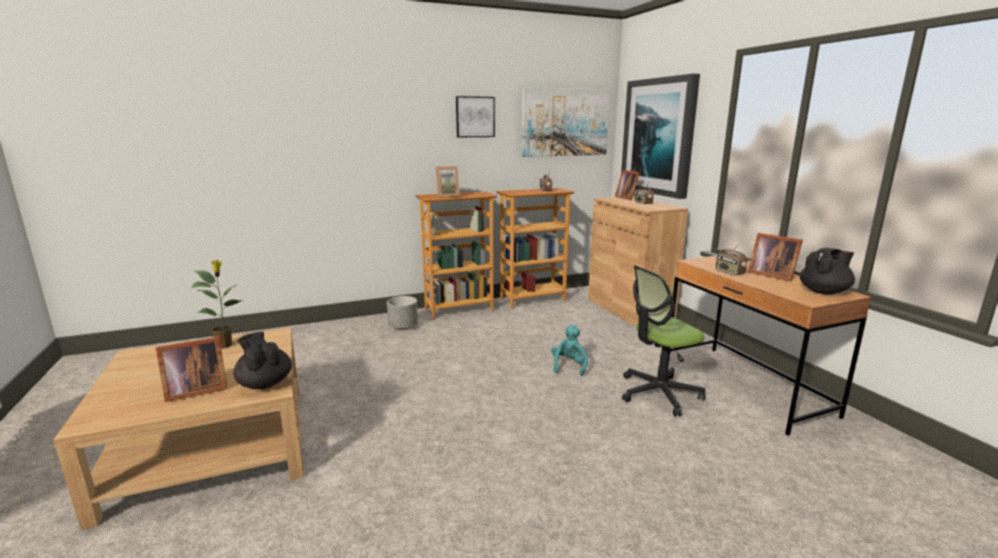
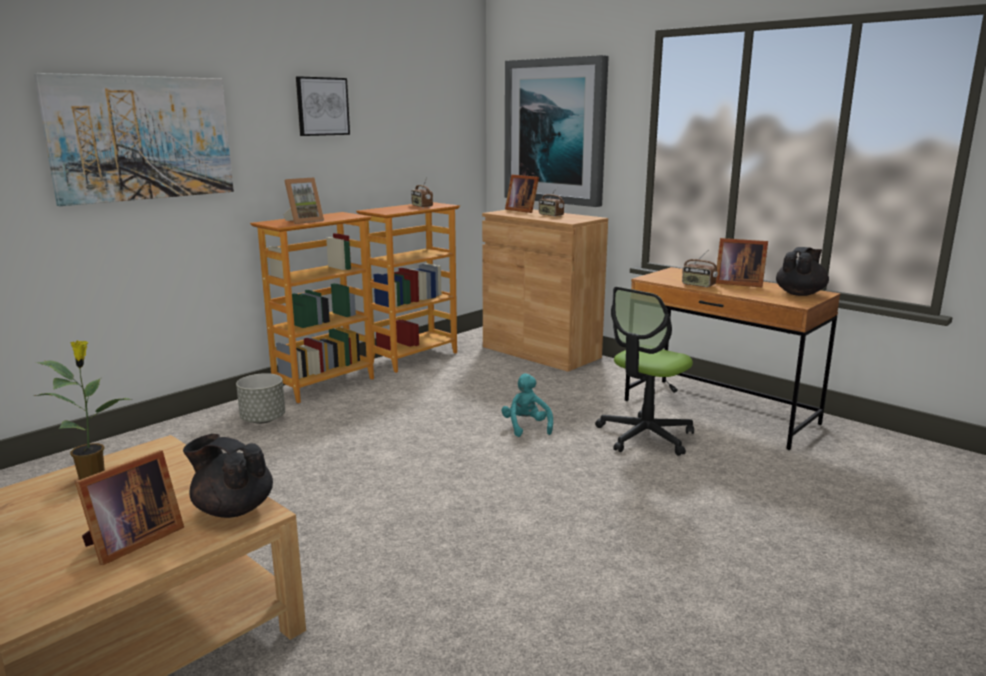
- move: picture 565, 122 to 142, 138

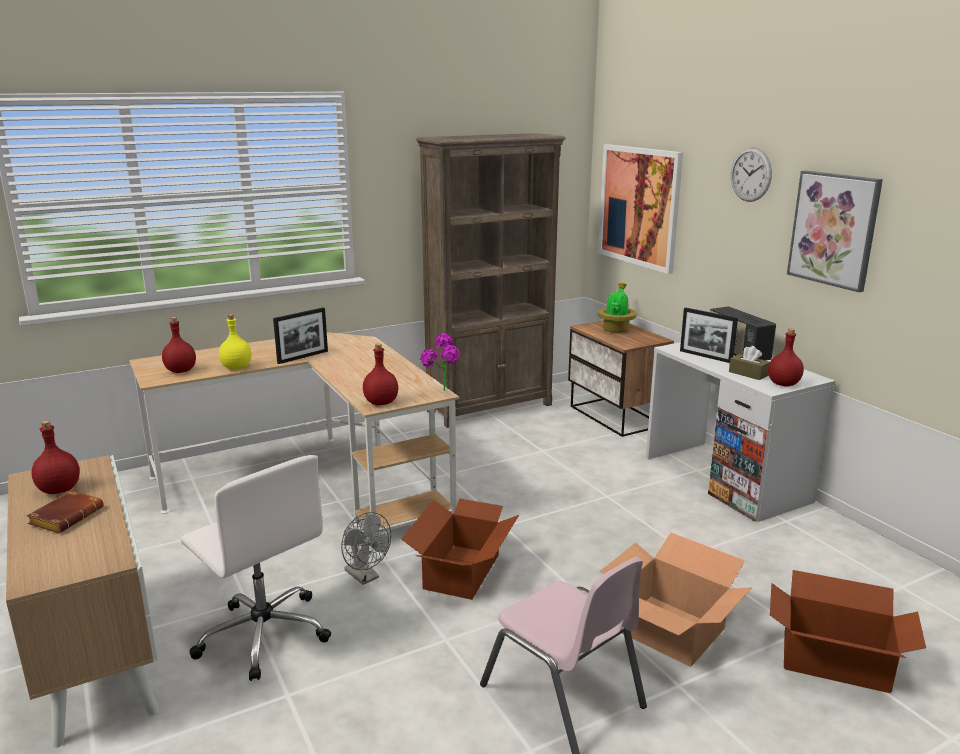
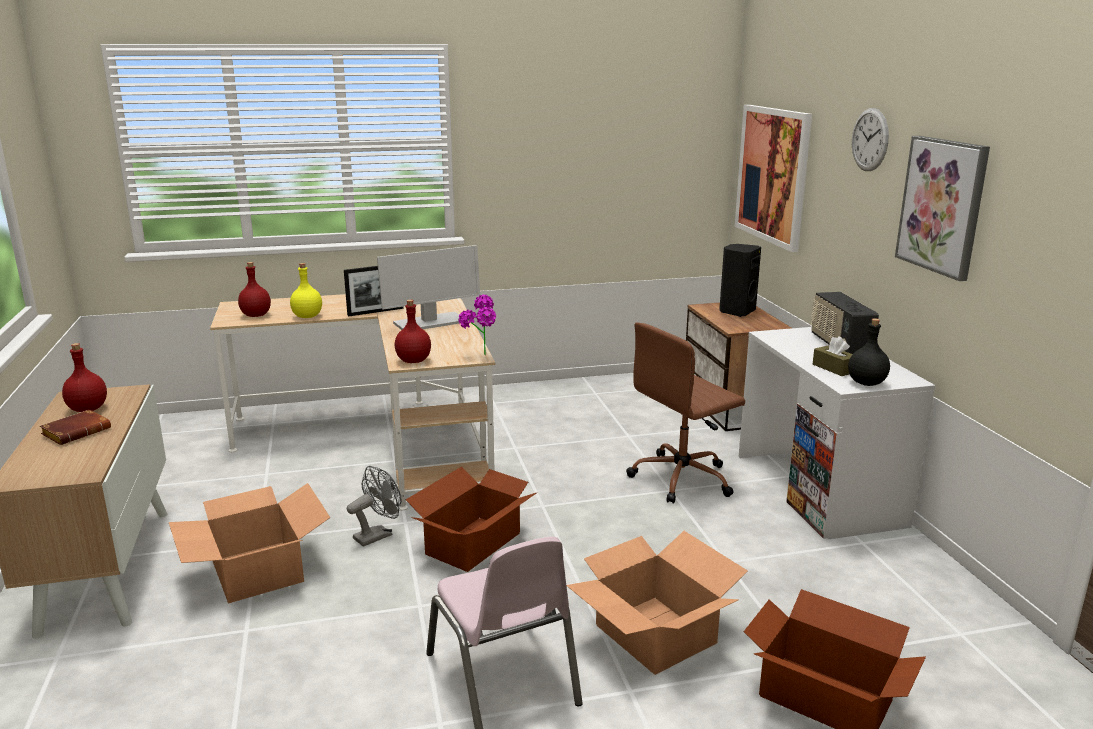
- replace: office chair/white 263, 634 to cardboard box 256, 572
- rotate: fan/grey 365, 577 = 378, 535 105 degrees counterclockwise
- delete: bookcase/brown 490, 408
- replace: potted plant 616, 329 to speaker/black 736, 311
- delete: picture frame 705, 356
- recolor: bottle/red 784, 384 to bottle/black 867, 383
- insert: monitor 429, 323
- insert: office chair/brown 683, 478

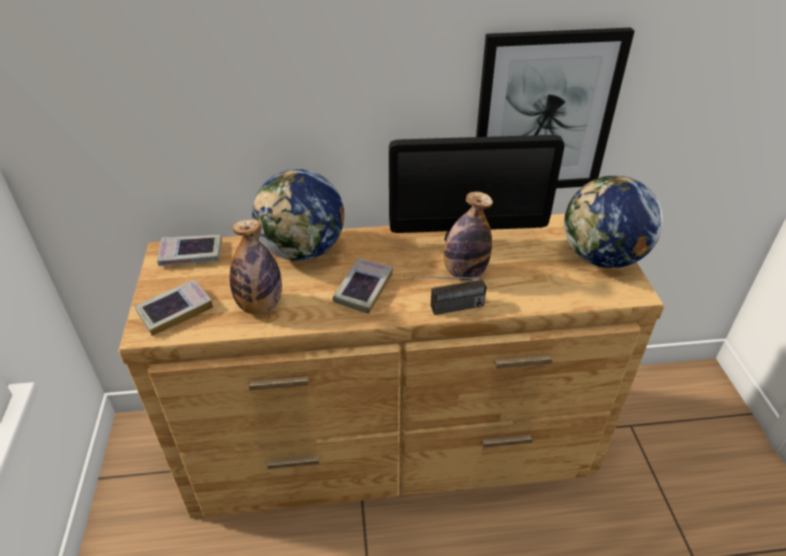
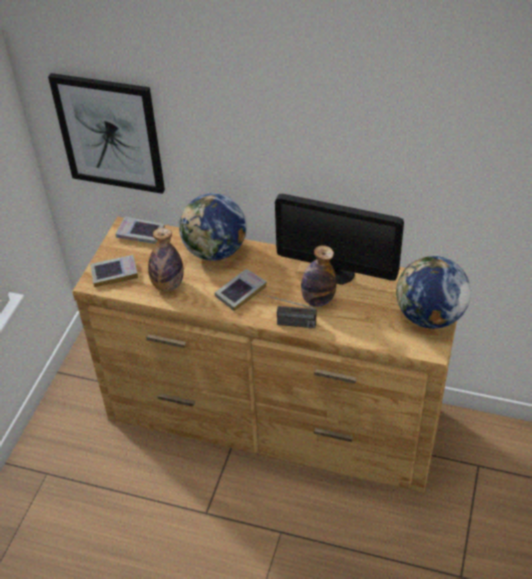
- move: picture 544, 114 to 110, 133

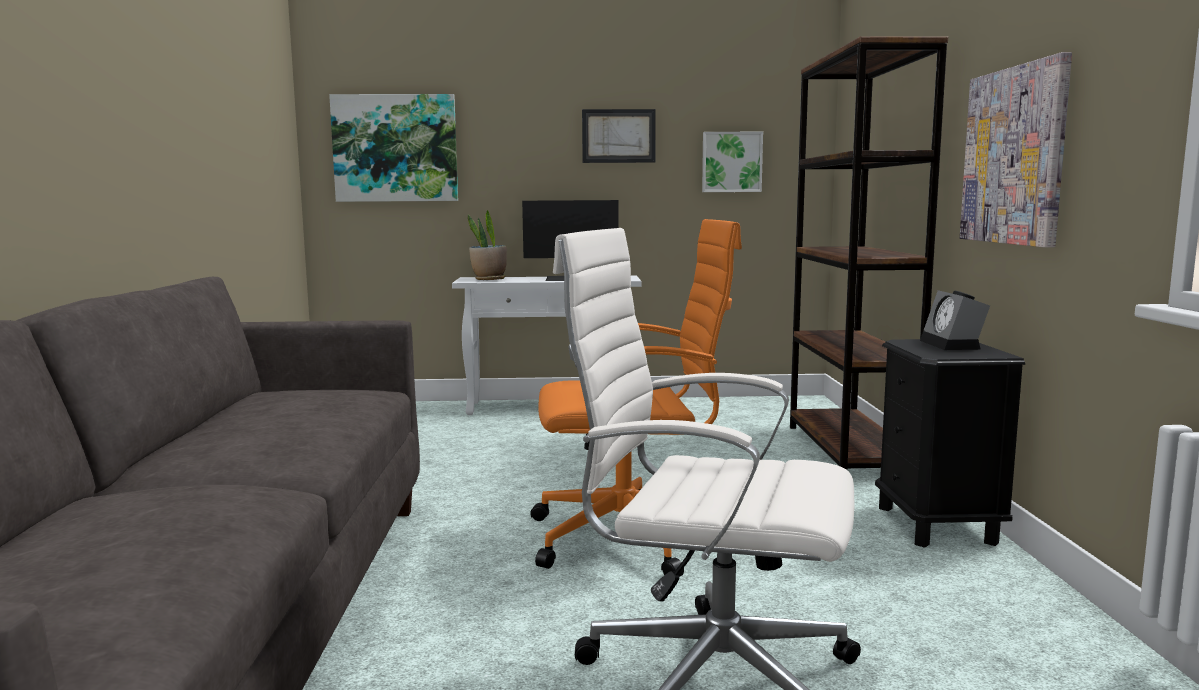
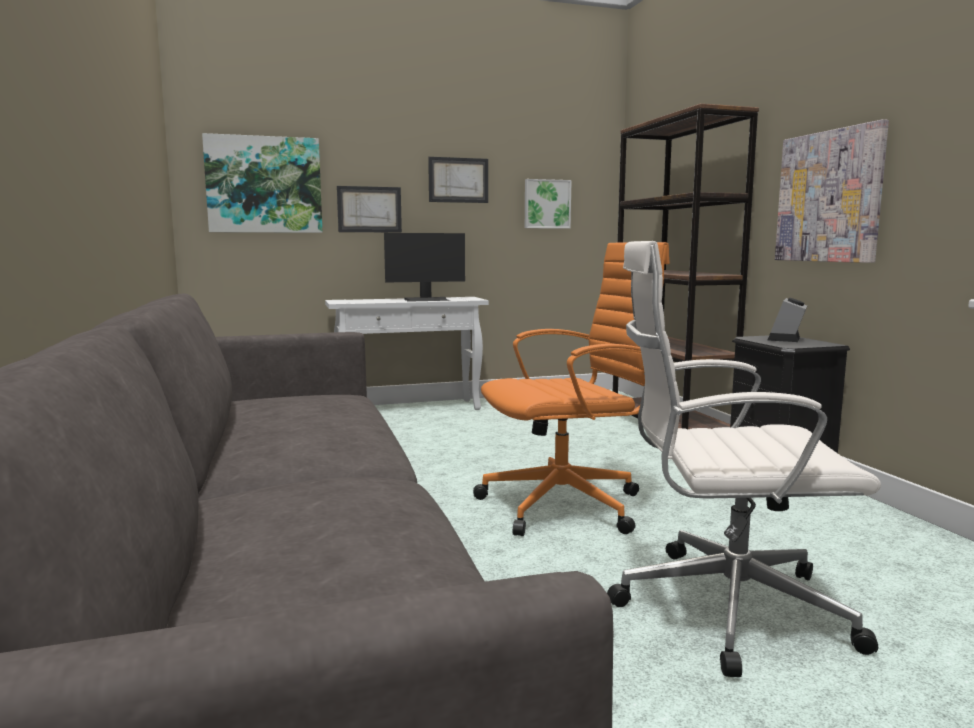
- delete: potted plant 489, 279
- rotate: alarm clock 953, 345 = 786, 339 45 degrees clockwise
- insert: picture 369, 209

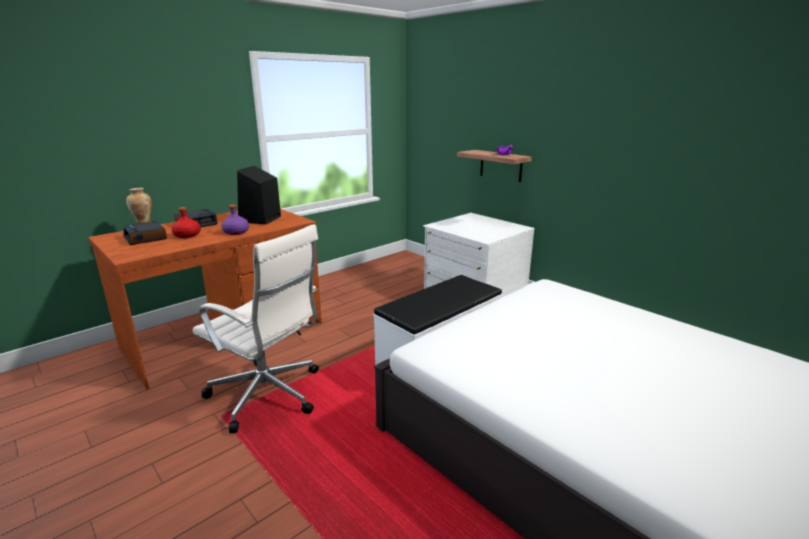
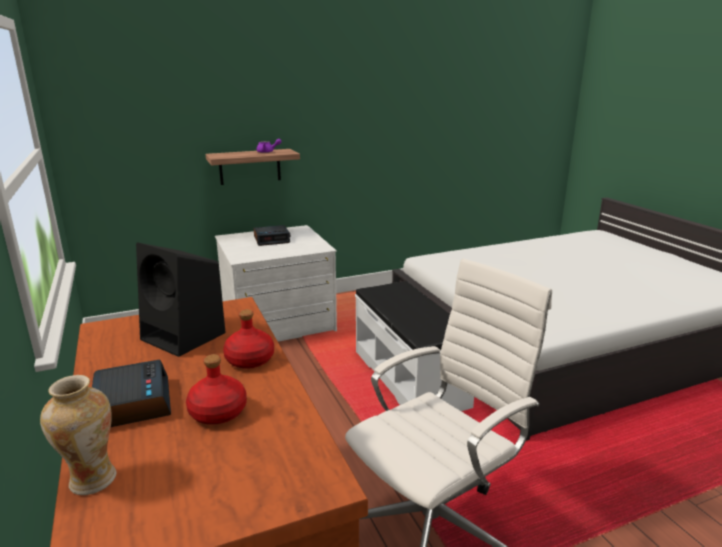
- move: alarm clock 146, 238 to 272, 239
- recolor: bottle/purple 235, 232 to bottle/red 250, 360

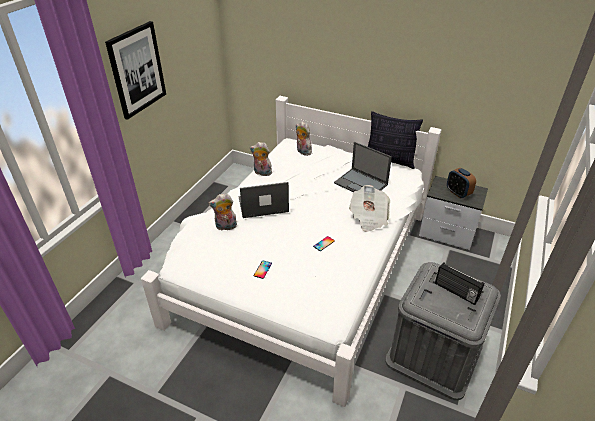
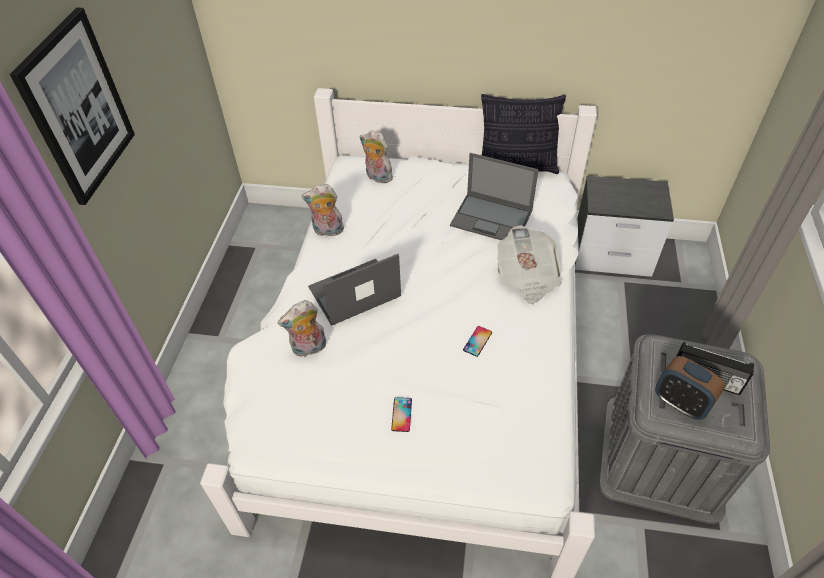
- move: alarm clock 458, 193 to 680, 403

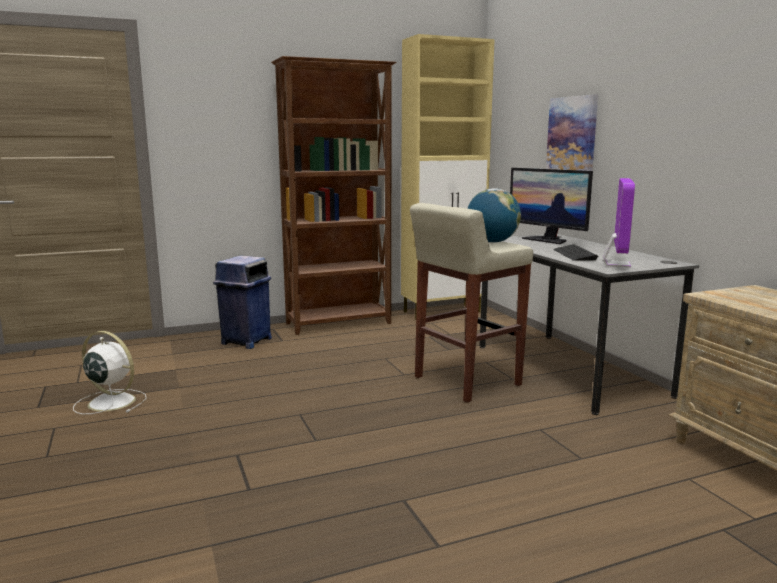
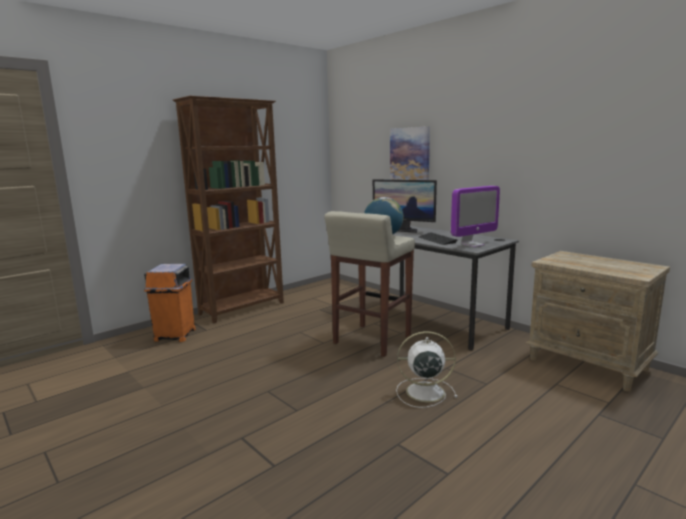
- move: fan/white 110, 402 to 423, 392
- recolor: trash can/blue 246, 341 to trash can/orange 174, 335
- delete: cabinet/beige 443, 312
- rotate: monitor 616, 264 = 472, 245 60 degrees clockwise

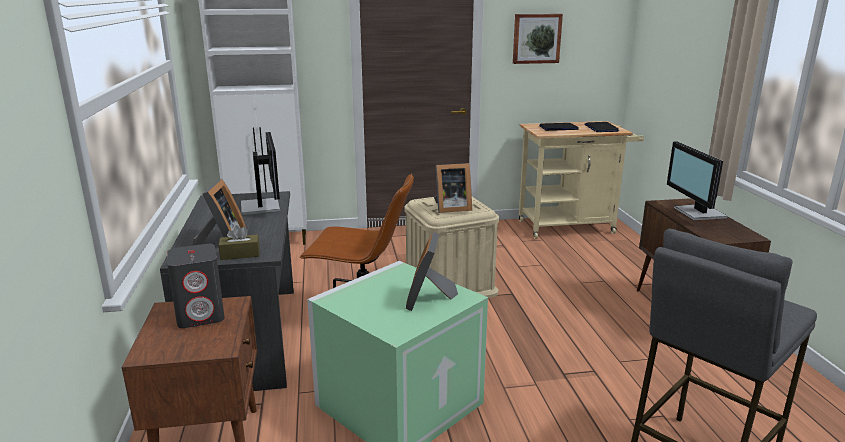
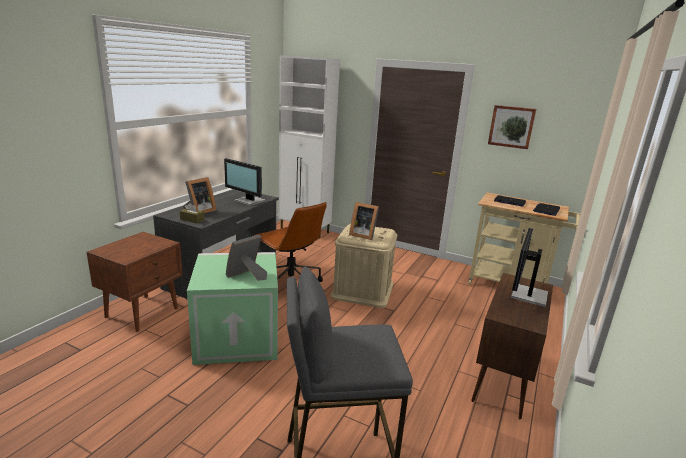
- delete: speaker/grey 201, 315
- rotate: monitor 262, 206 = 249, 201 105 degrees clockwise

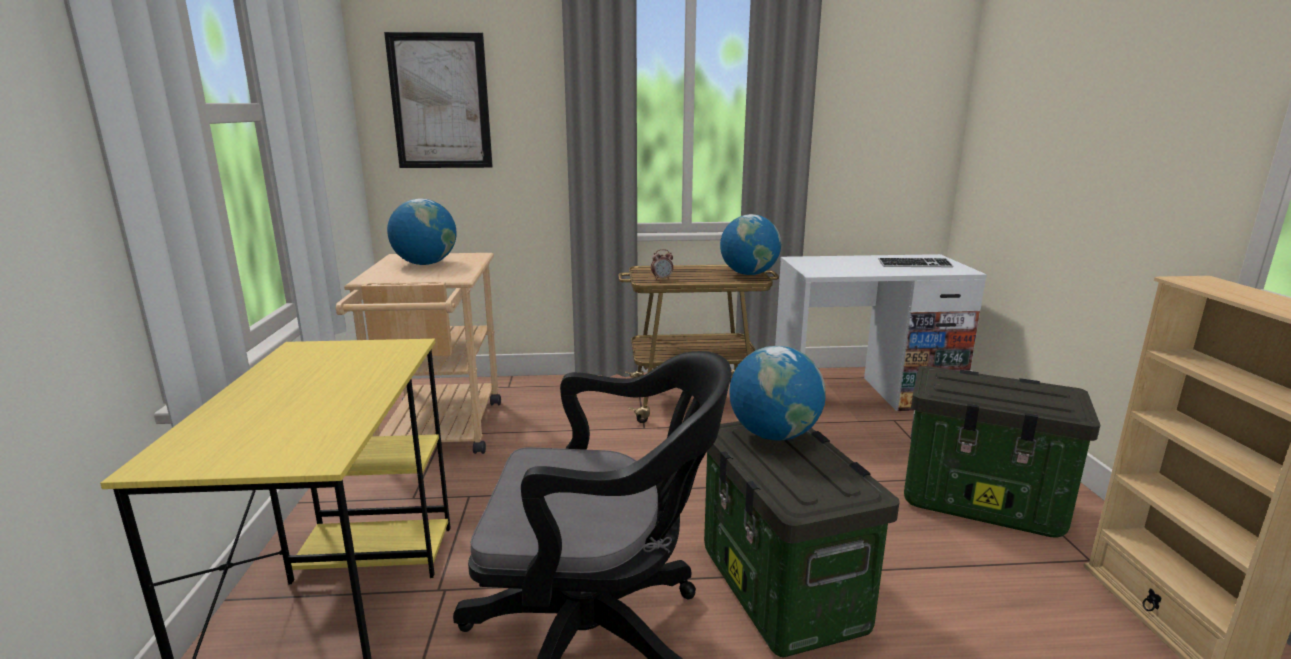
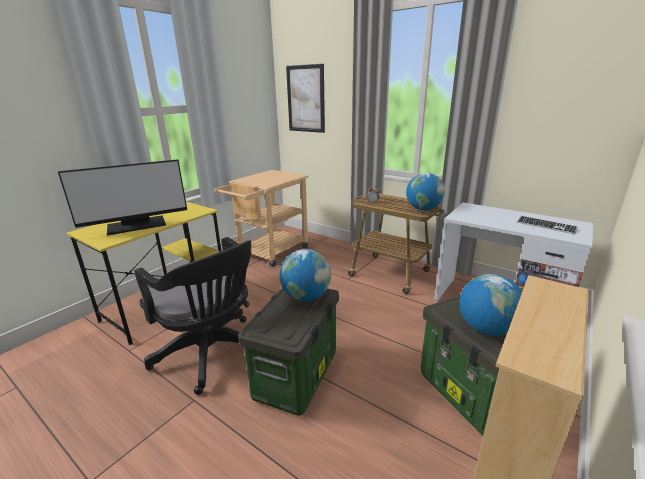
- move: globe 425, 264 to 486, 329
- insert: monitor 137, 225

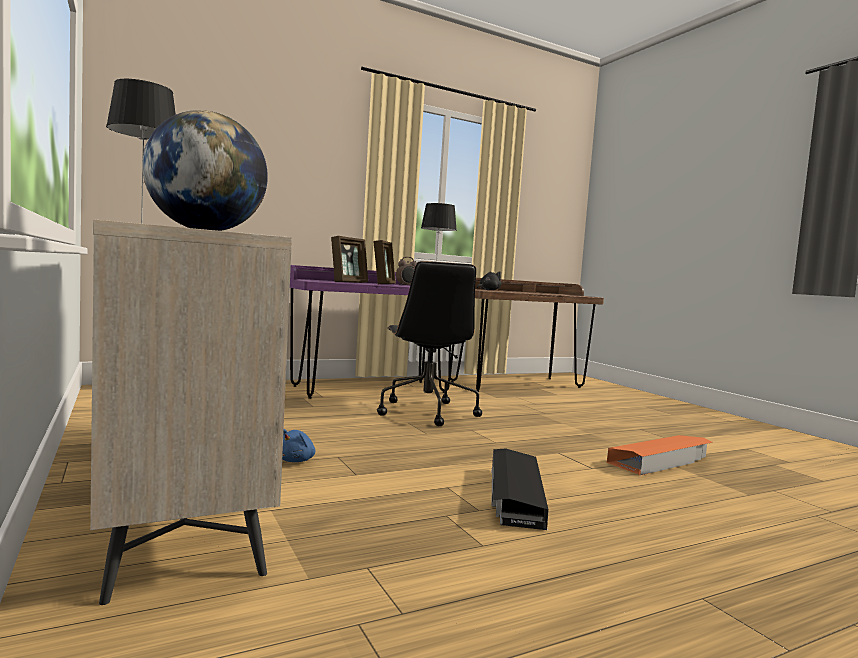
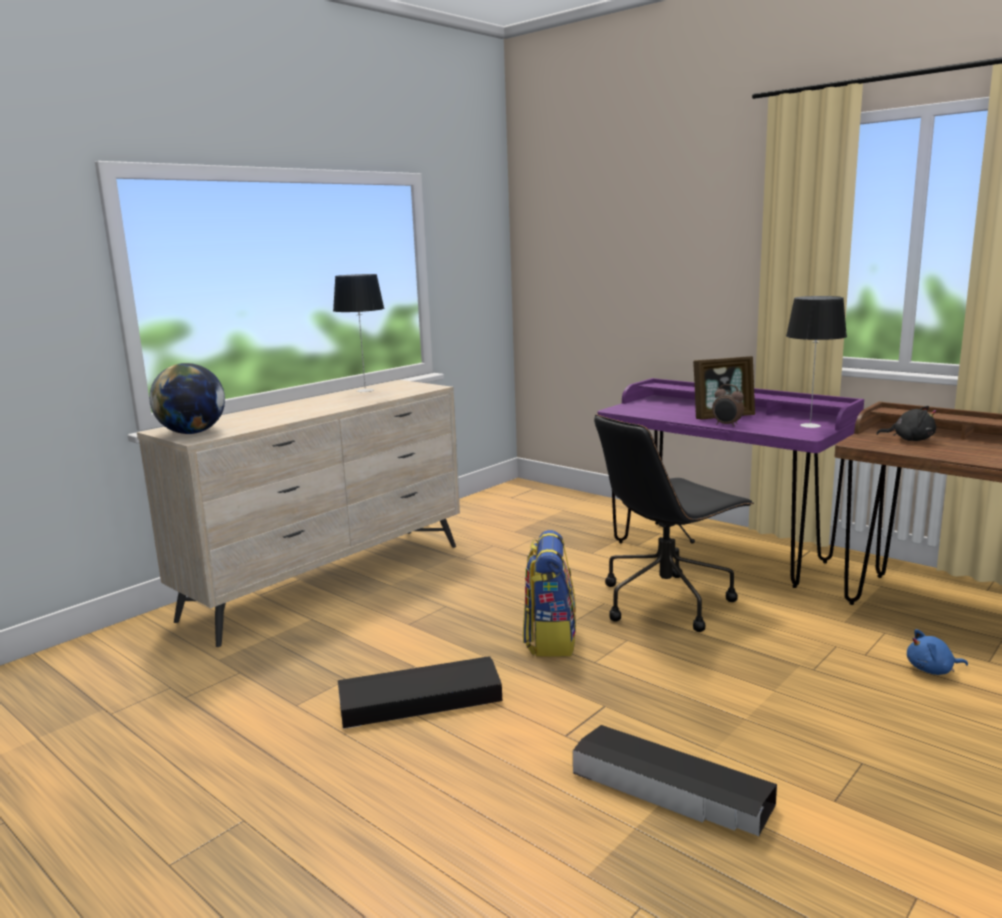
- move: plush toy/blue 296, 460 to 932, 670
- delete: picture frame 349, 282
- recolor: storage box/orange 661, 461 to storage box/black 671, 790
- insert: backpack 550, 639

